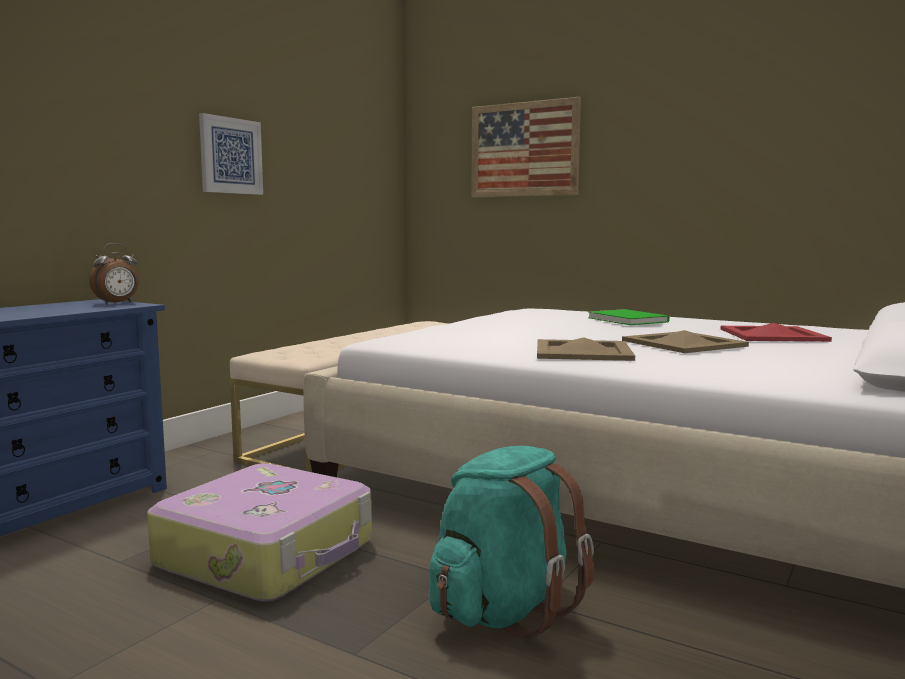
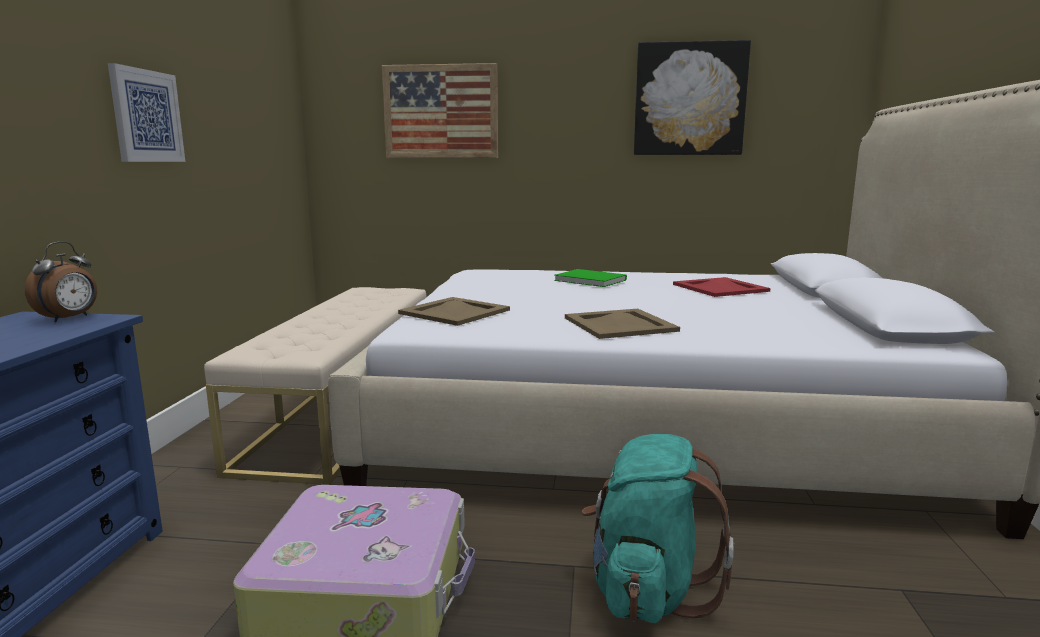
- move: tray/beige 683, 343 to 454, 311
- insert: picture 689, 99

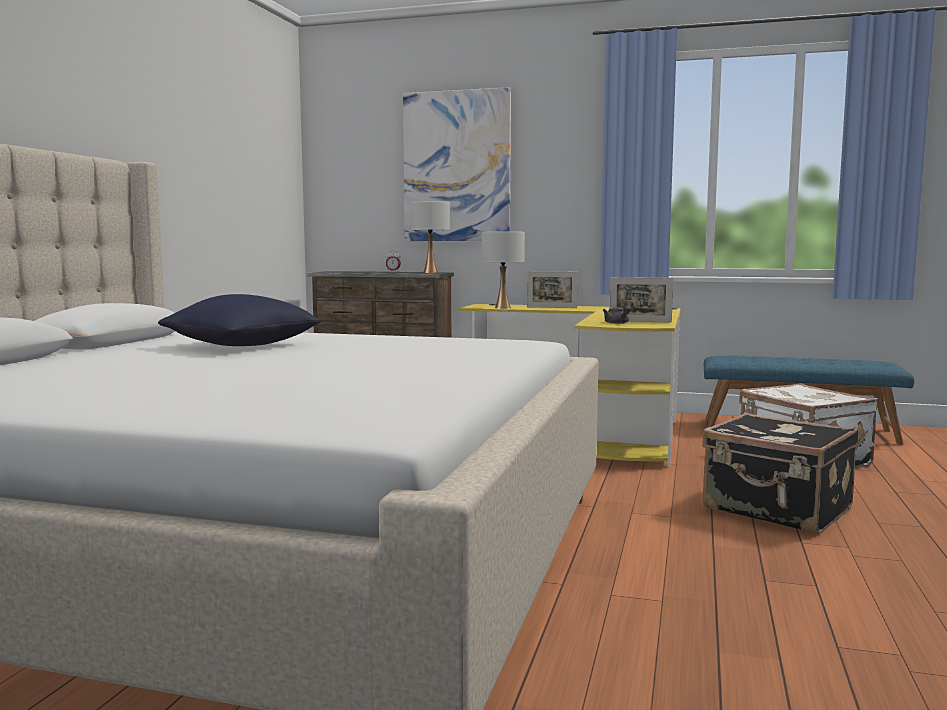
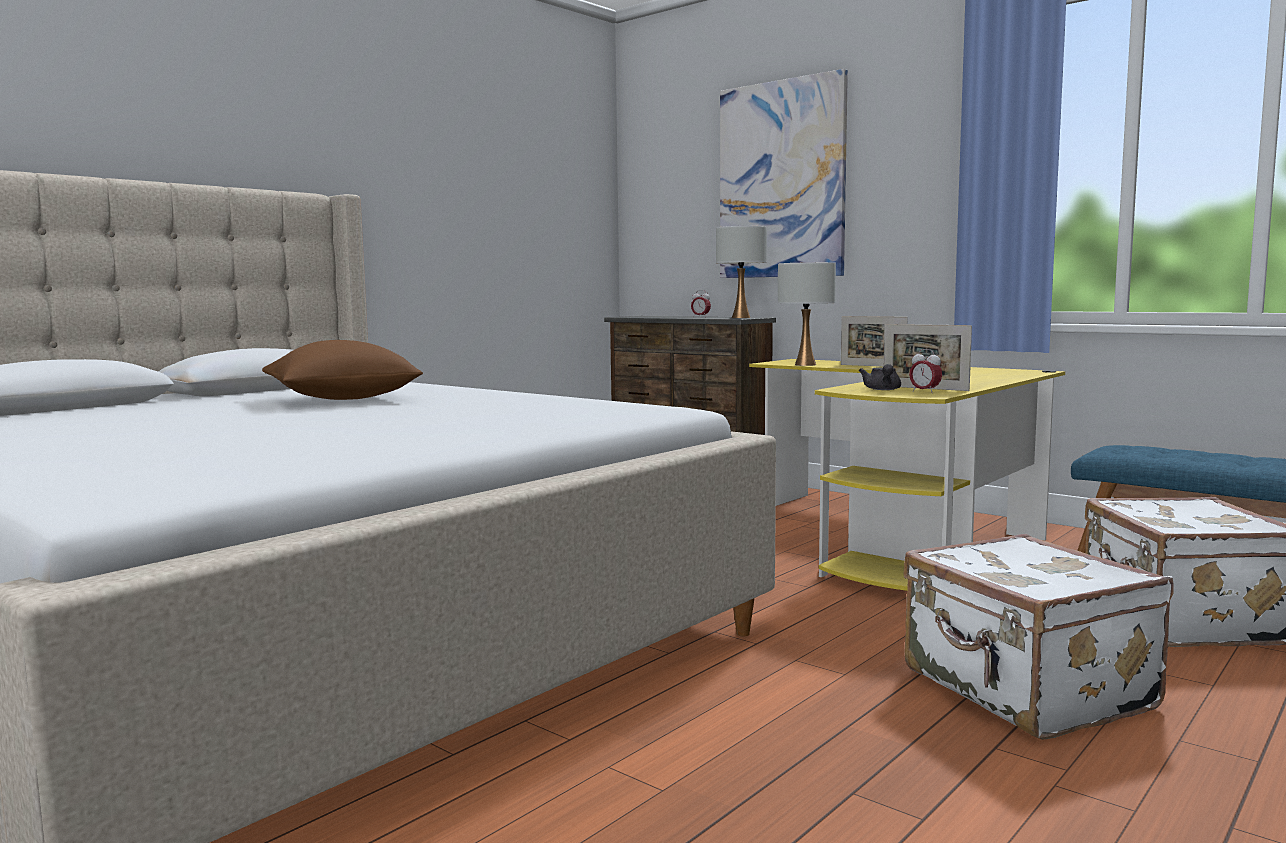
- recolor: pillow/blue 242, 346 to pillow/brown 342, 399
- recolor: suitcase/black 777, 510 to suitcase/white 1025, 691
- insert: alarm clock 924, 392

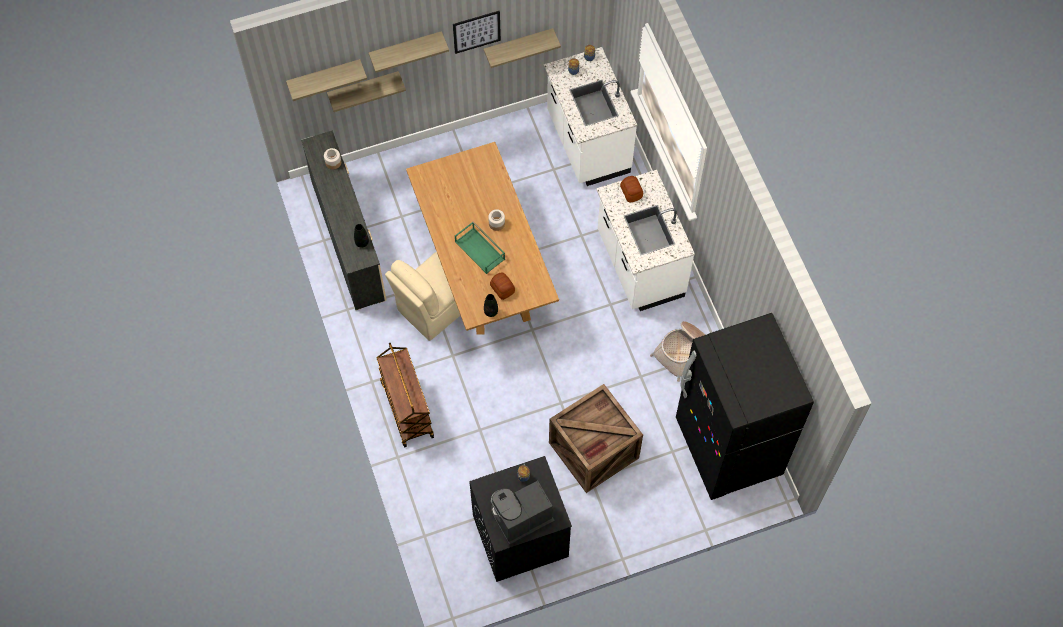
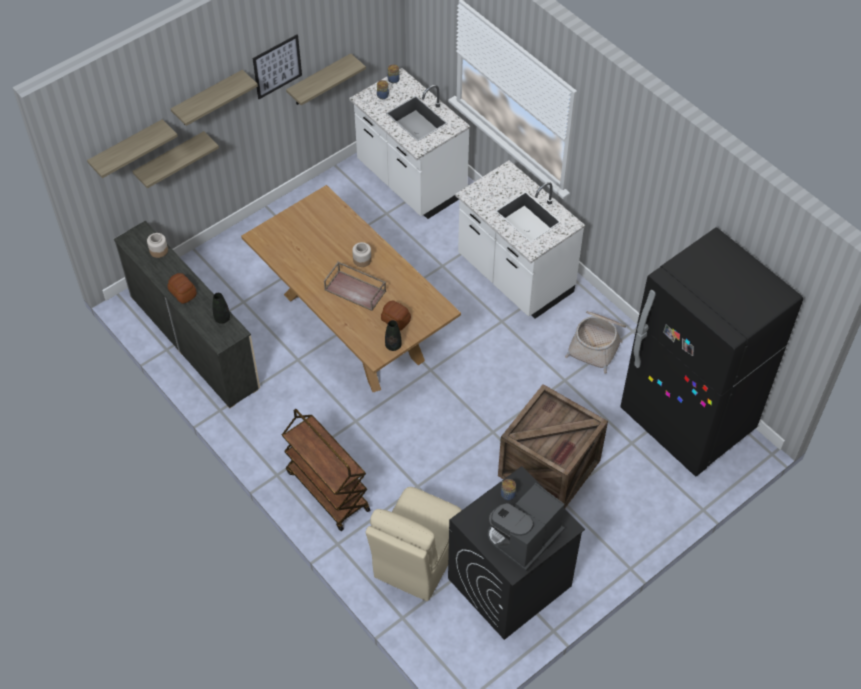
- move: chair/beige 434, 307 to 416, 559
- recolor: tray/green 480, 250 to tray/brown 356, 290
- move: bread 631, 192 to 183, 292

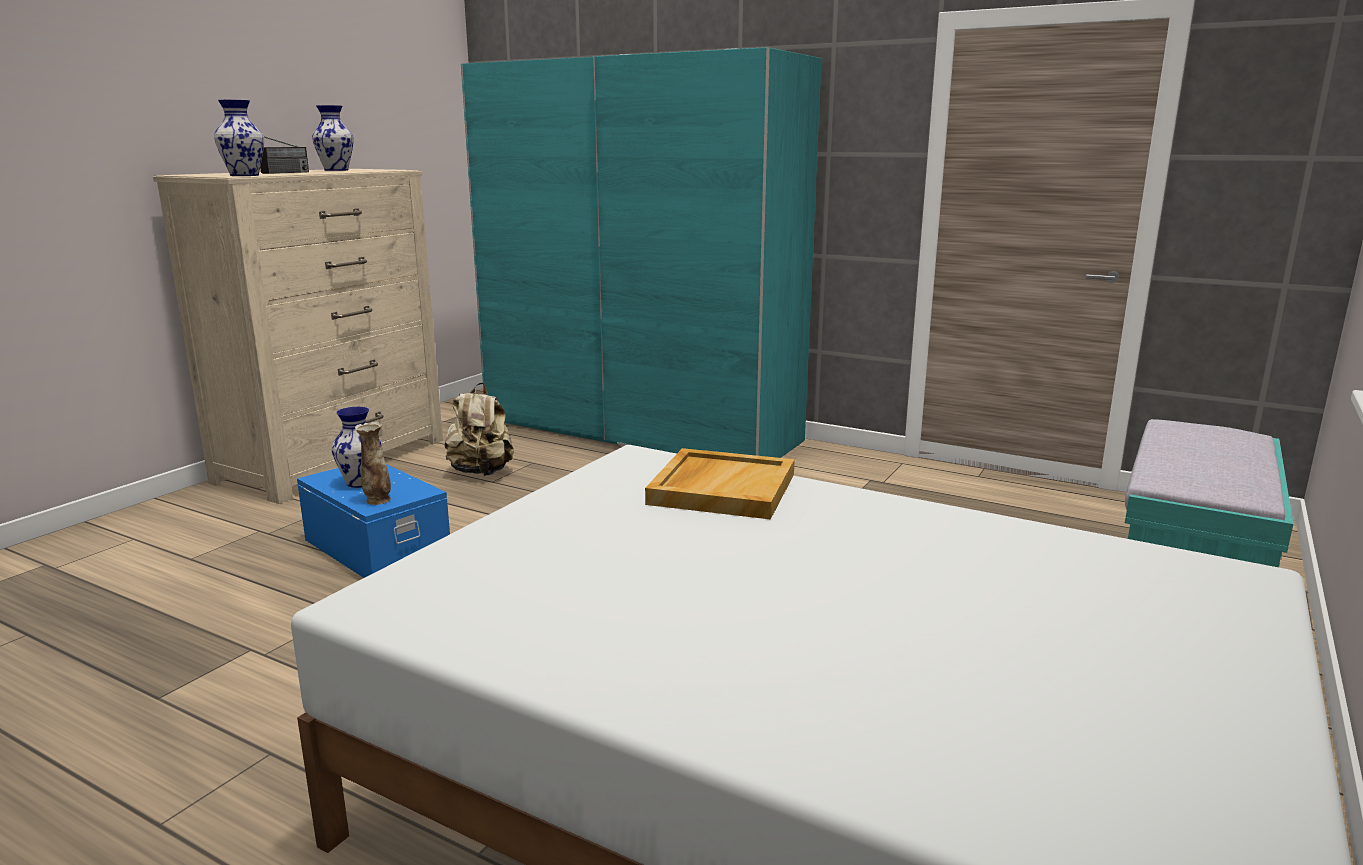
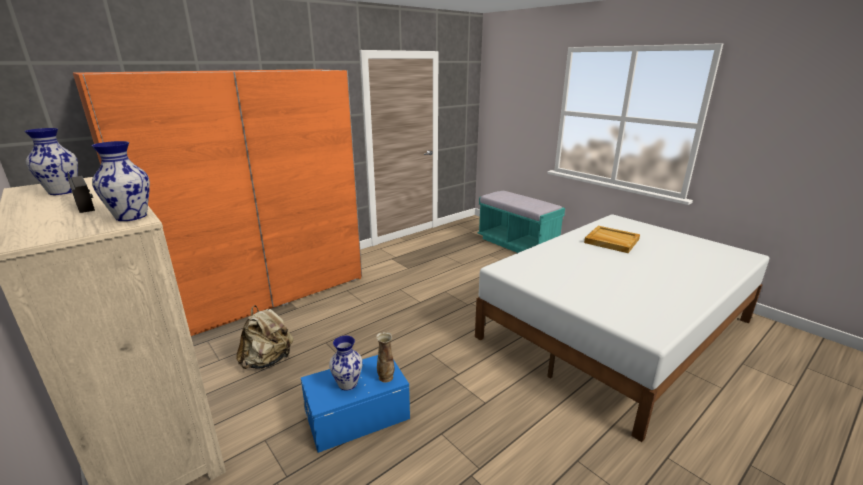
- recolor: wardrobe/turquoise 639, 431 to wardrobe/orange 263, 296
- move: tray/beige 721, 488 to 611, 241

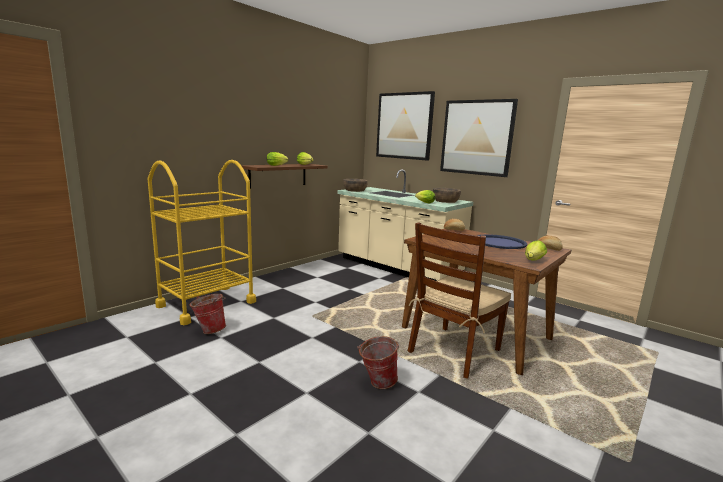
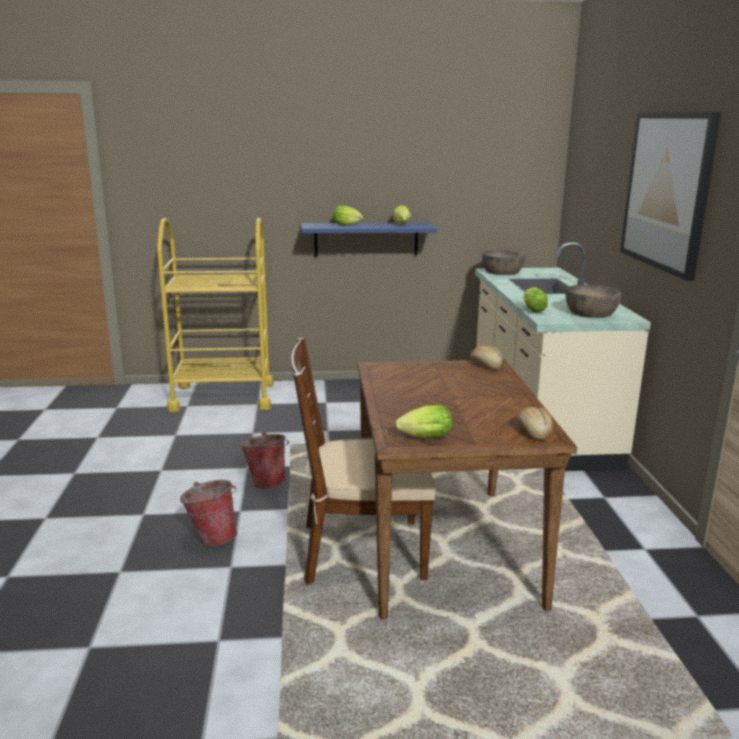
- move: bucket 209, 330 to 267, 482
- recolor: shelf/brown 278, 175 to shelf/blue 366, 239
- delete: picture 404, 126
- delete: tray/blue 499, 242

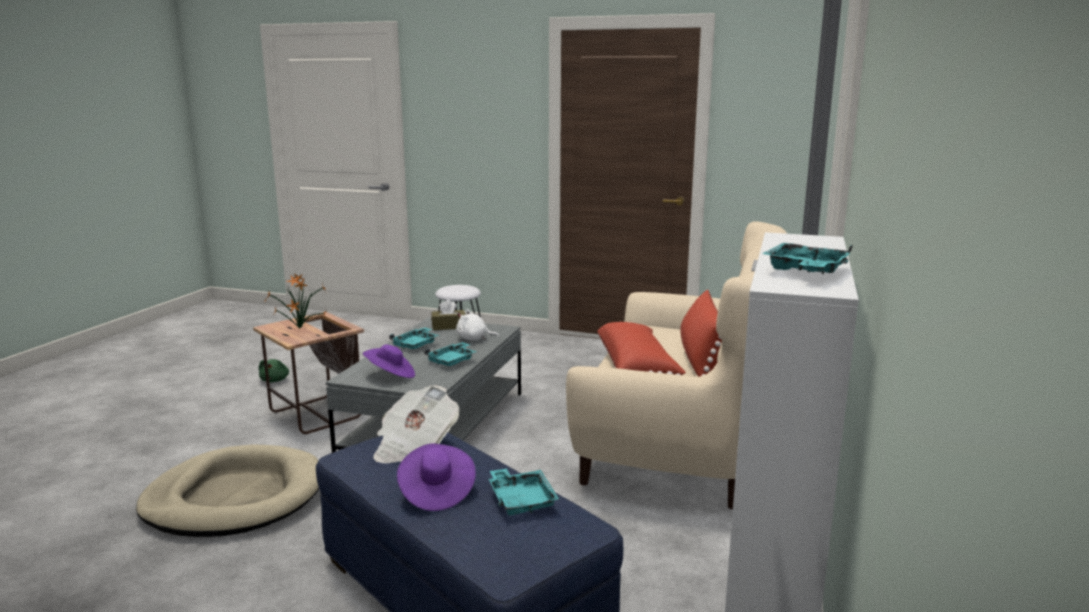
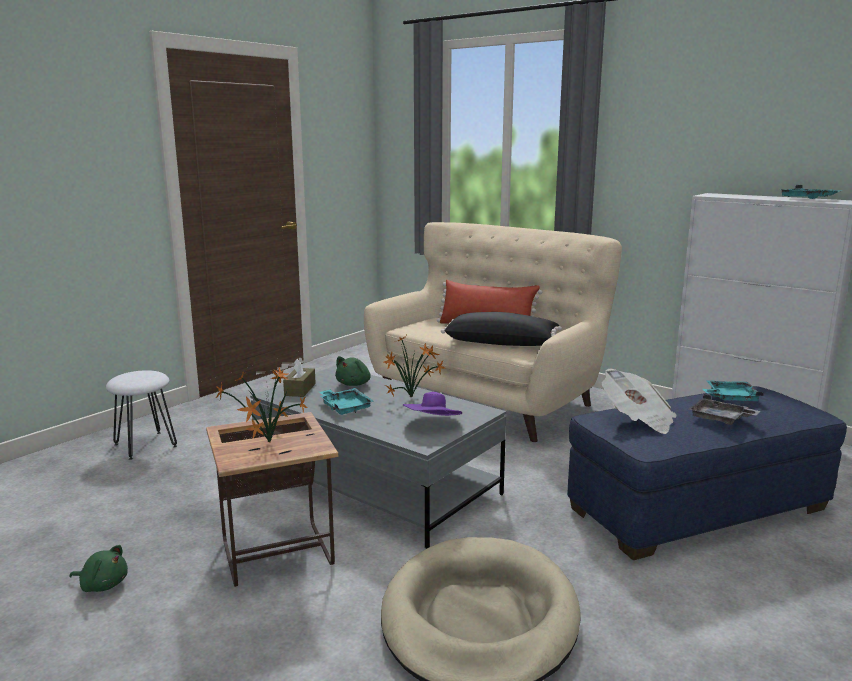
- replace: hat/purple 436, 492 to tray/grey 720, 419
- replace: tray/turquoise 452, 361 to potted plant 413, 397
- recolor: plush toy/white 474, 339 to plush toy/green 354, 384
- recolor: pillow/red 637, 368 to pillow/black 501, 343

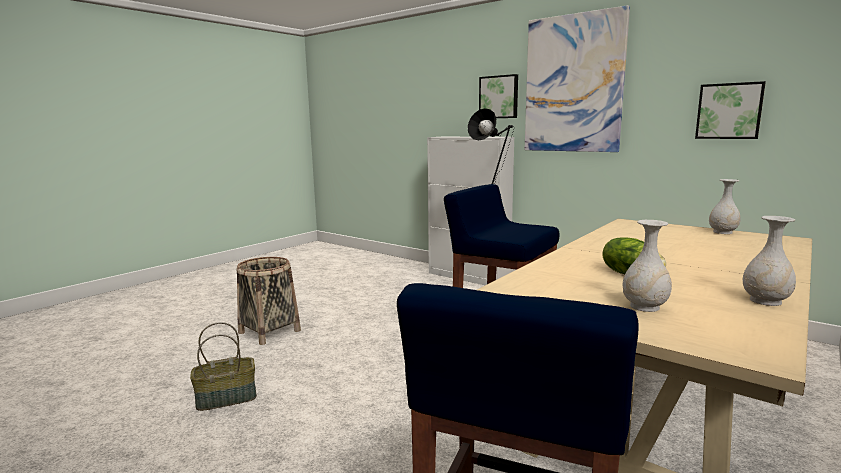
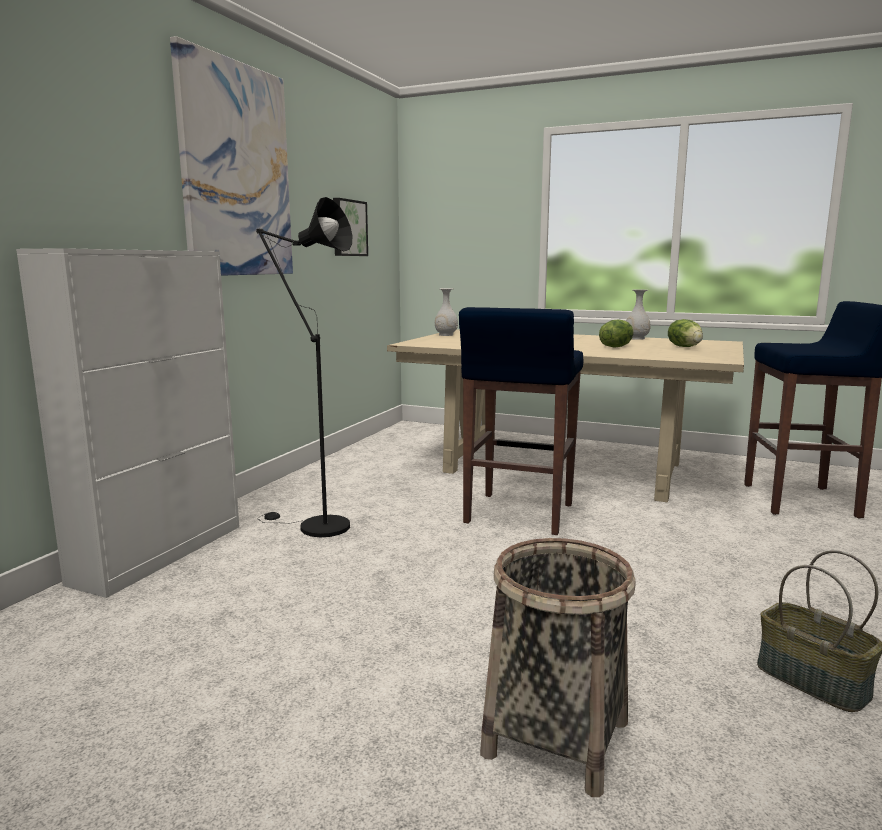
- delete: picture 499, 97
- replace: vase/white 645, 307 to lettuce 685, 347

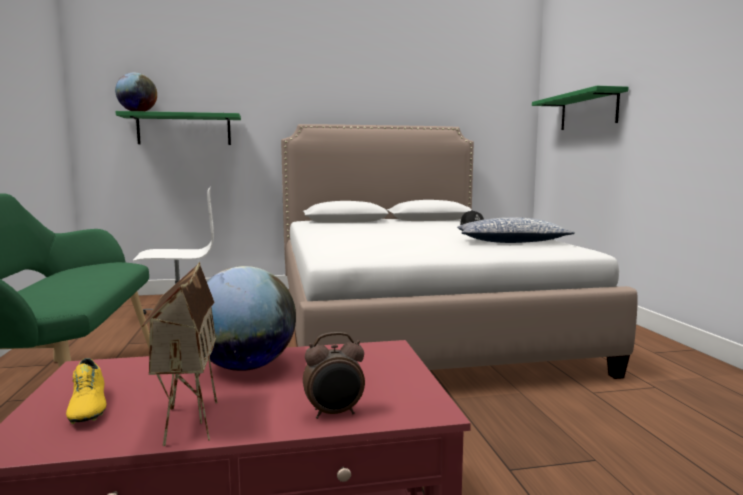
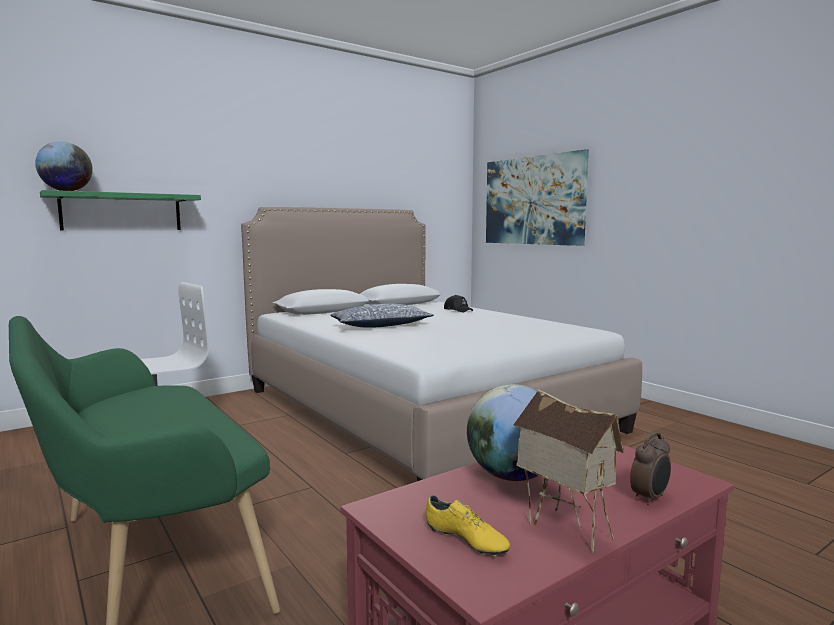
- move: pillow 511, 242 to 380, 326
- replace: shelf/green 588, 111 to picture 533, 200

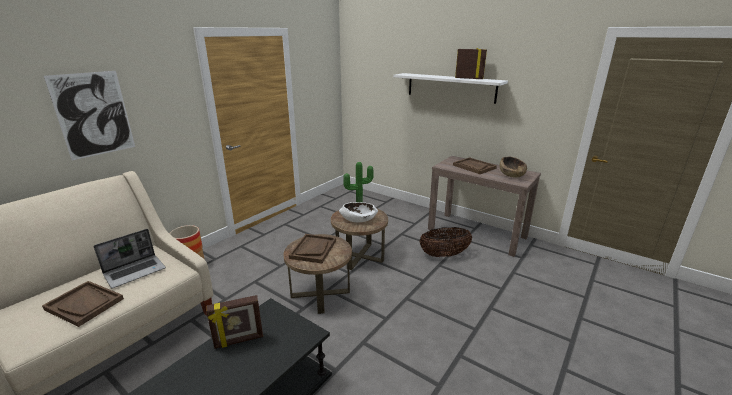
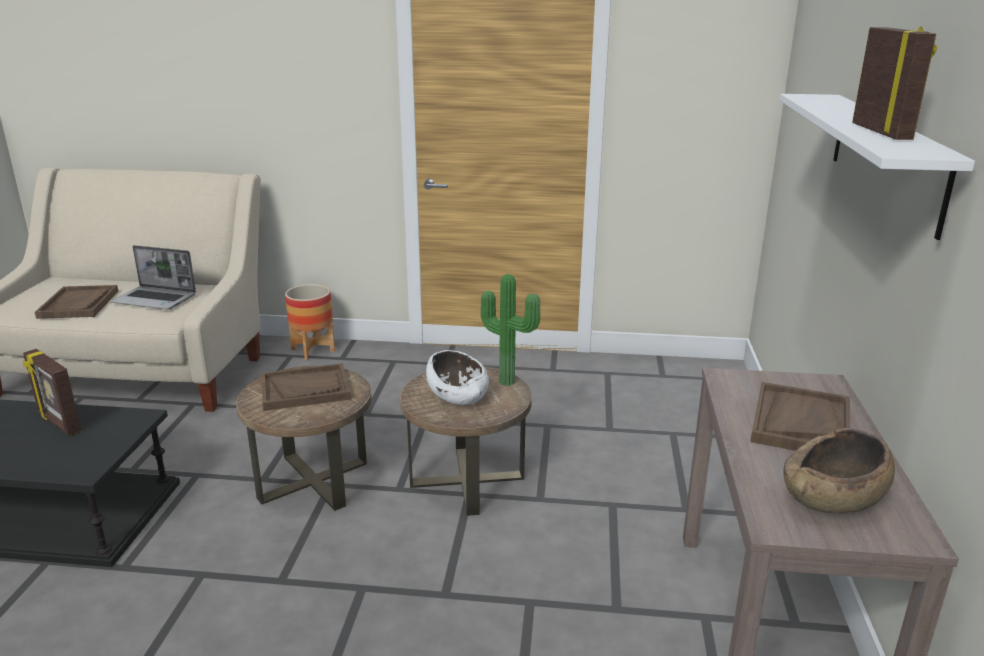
- delete: picture 94, 114
- delete: basket 444, 255

